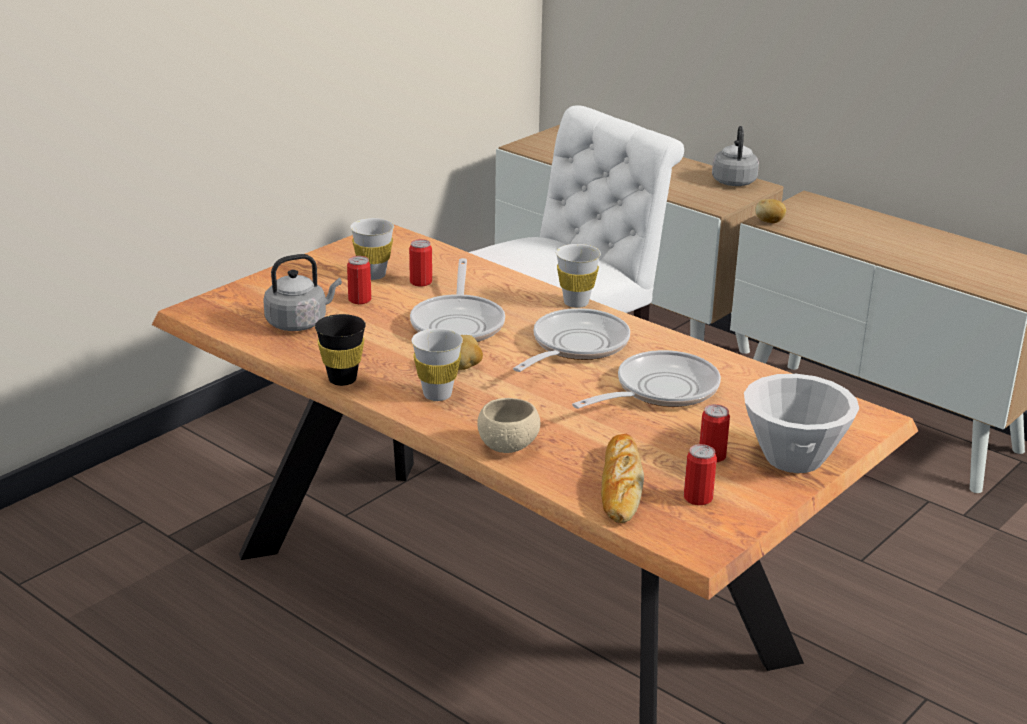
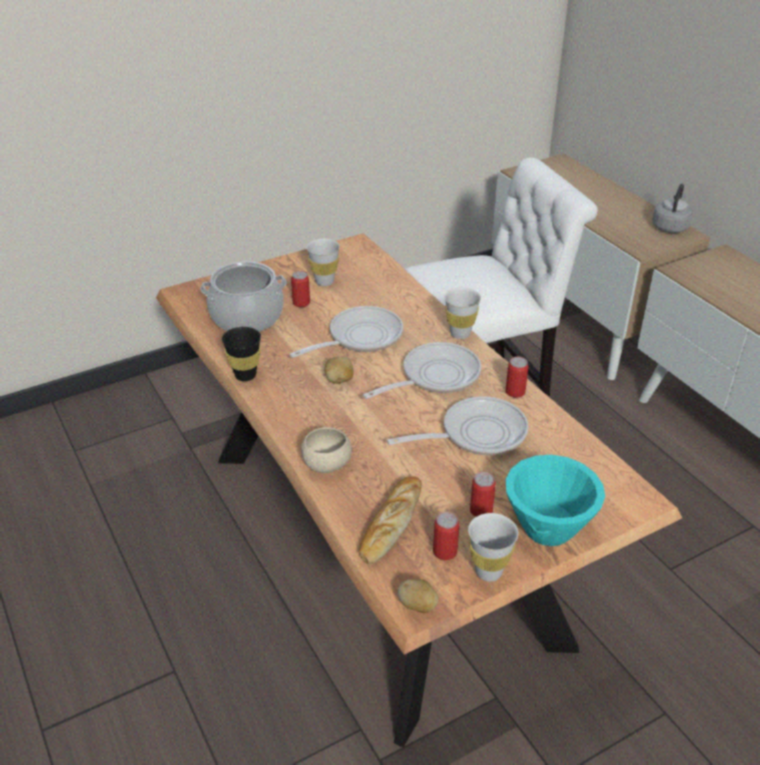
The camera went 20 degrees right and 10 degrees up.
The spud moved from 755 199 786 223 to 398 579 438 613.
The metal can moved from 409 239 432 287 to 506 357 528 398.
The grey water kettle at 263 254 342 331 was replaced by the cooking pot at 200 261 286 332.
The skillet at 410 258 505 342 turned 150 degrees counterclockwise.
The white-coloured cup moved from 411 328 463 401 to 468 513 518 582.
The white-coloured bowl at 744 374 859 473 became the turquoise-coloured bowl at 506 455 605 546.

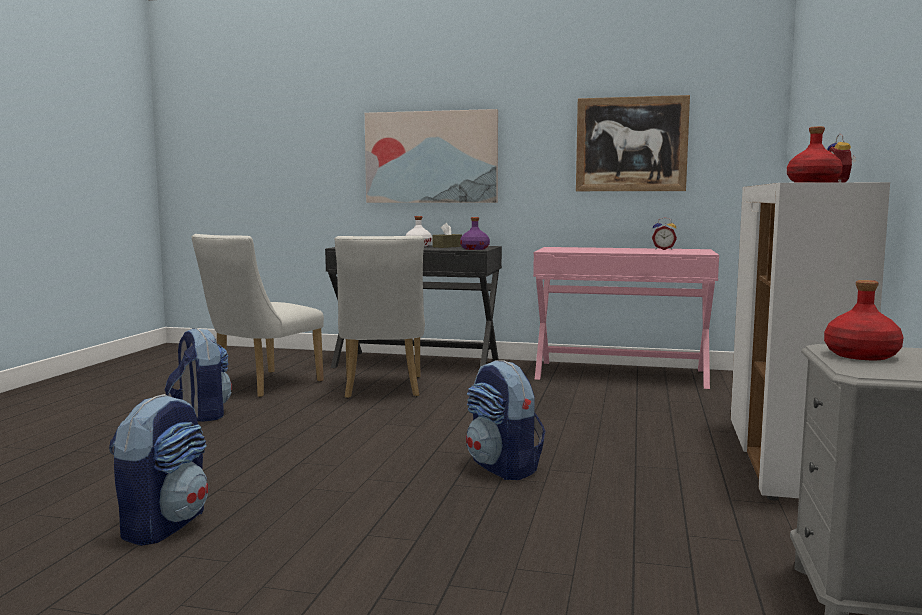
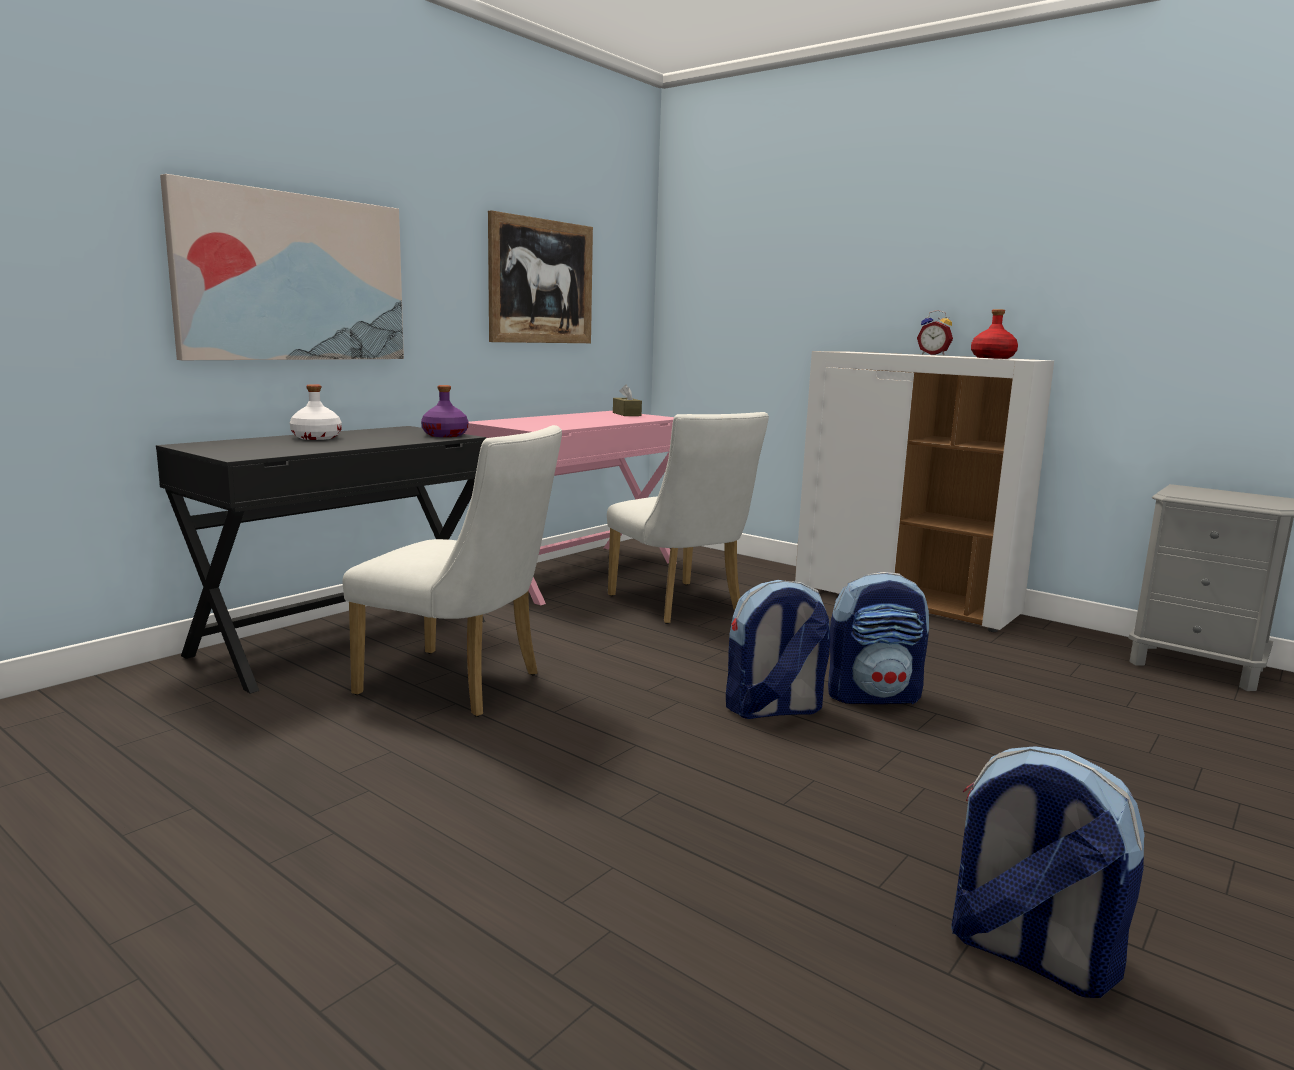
The camera went 65 degrees left and 5 degrees up.
The bedside clock at 652 217 677 250 disappeared.
The brown-coloured box of tissues moved from 432 223 462 248 to 613 384 642 416.
The white-coloured upright chair moved from 192 234 324 398 to 607 412 769 624.
The red bottle at 824 280 903 360 disappeared.
The knapsack moved from 165 328 232 422 to 726 580 830 719.

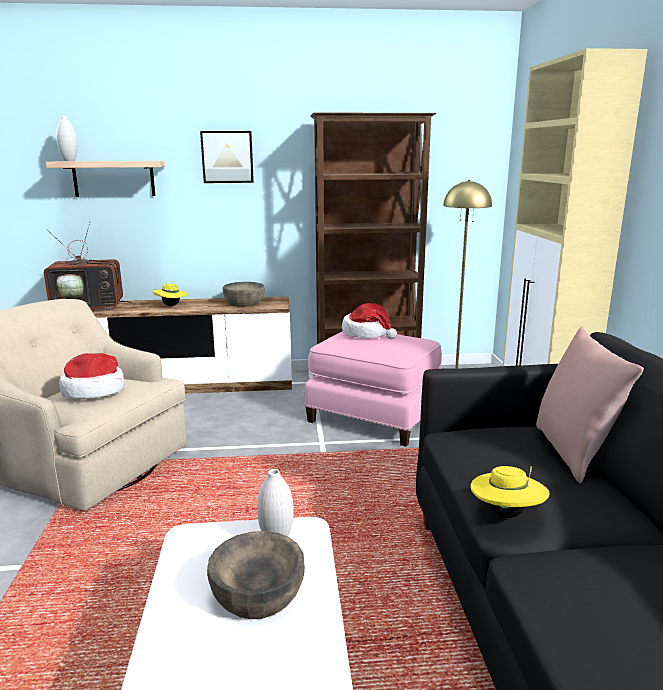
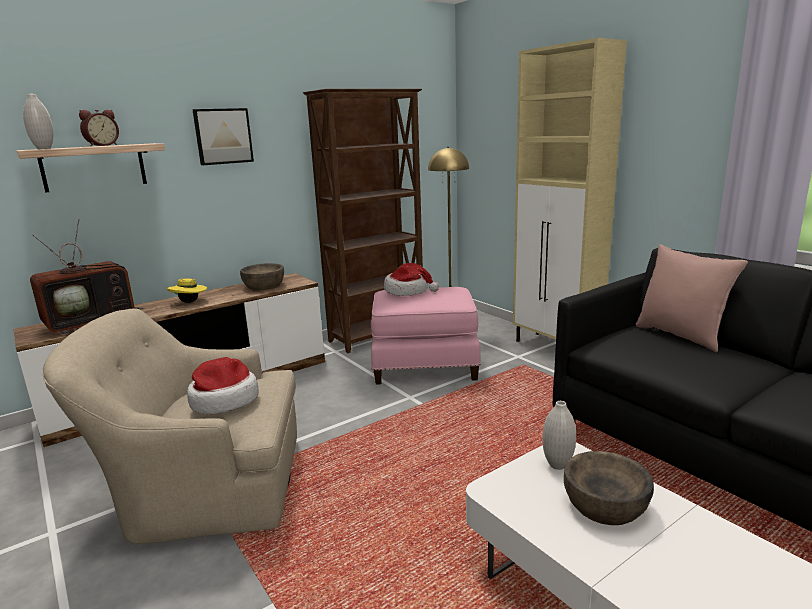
The camera went 30 degrees left and 0 degrees up.
The yellowish hat at 471 466 549 518 disappeared.
The bedside clock at 79 110 119 146 appeared.

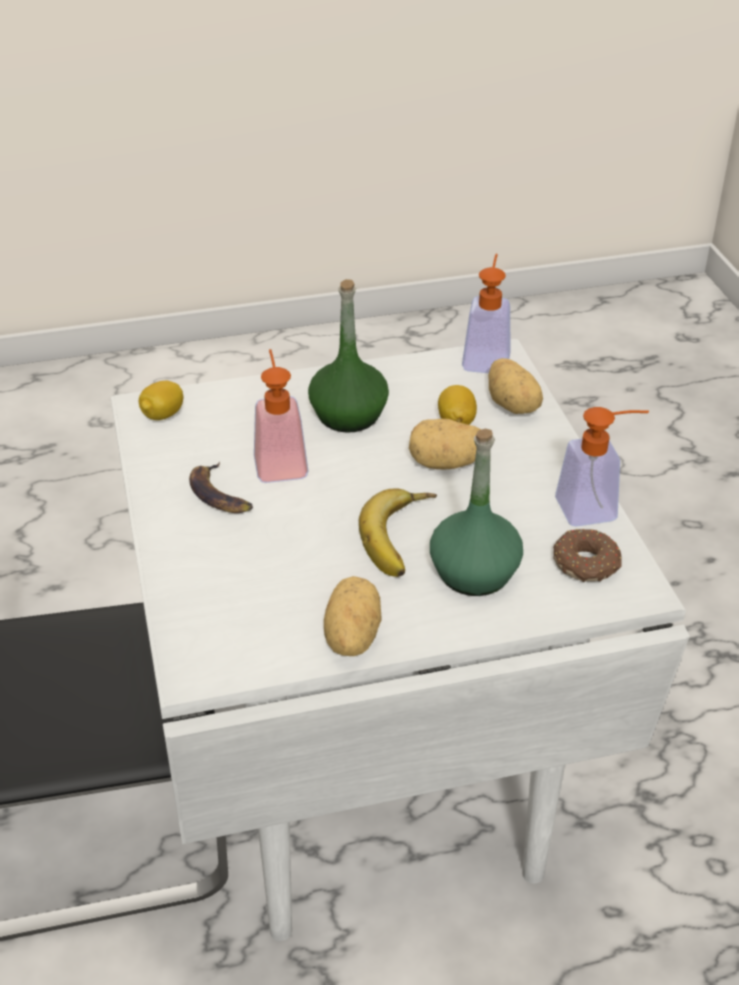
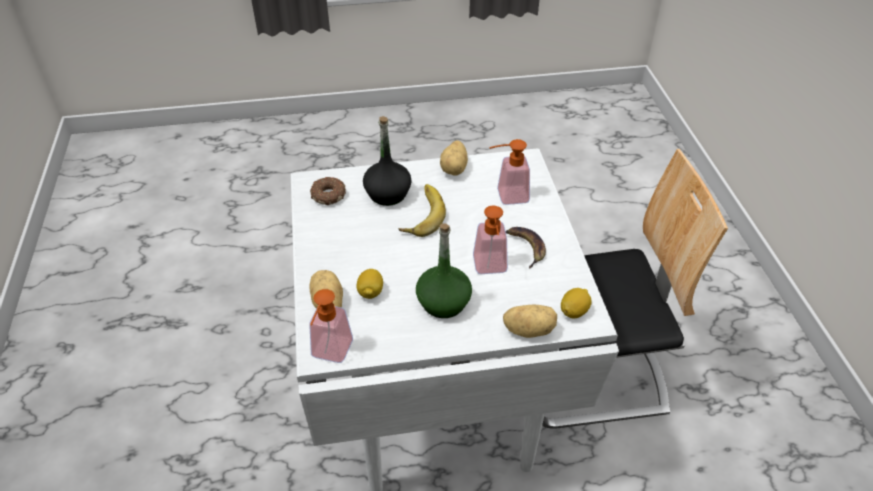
The camera went 175 degrees left and 5 degrees up.
The liquid soap bottle moved from 555 407 649 526 to 489 139 530 205.
The spud moved from 409 419 481 469 to 503 305 557 338.
The green-coloured bottle at 430 429 523 596 became the black-coloured bottle at 363 116 412 206.

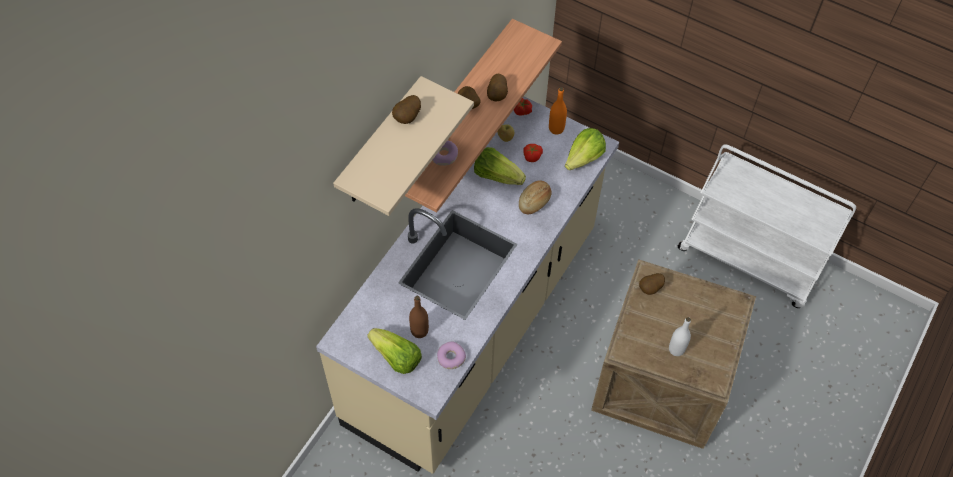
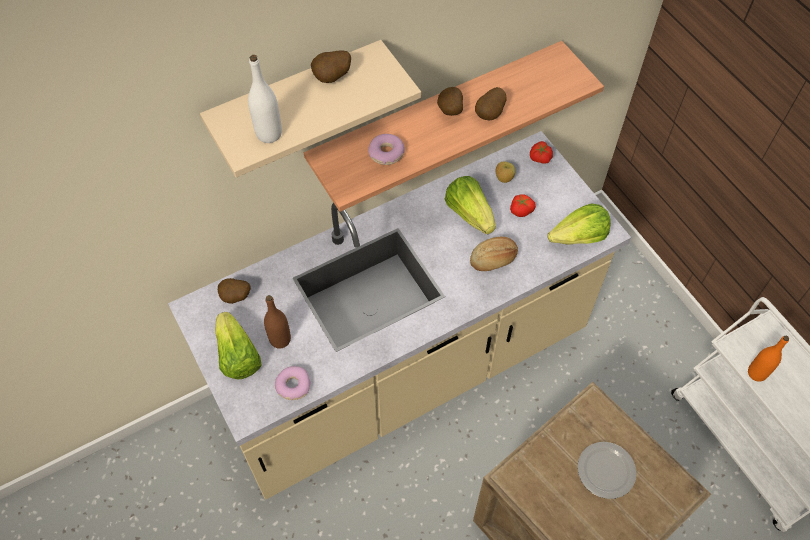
The camera went 30 degrees right and 0 degrees up.
The orange-coloured bottle moved from 549 87 567 134 to 748 336 789 382.
The spud moved from 639 273 665 295 to 218 278 251 304.
The white-coloured bottle moved from 669 317 691 356 to 248 55 282 143.
The dinner plate at 577 442 637 499 appeared.

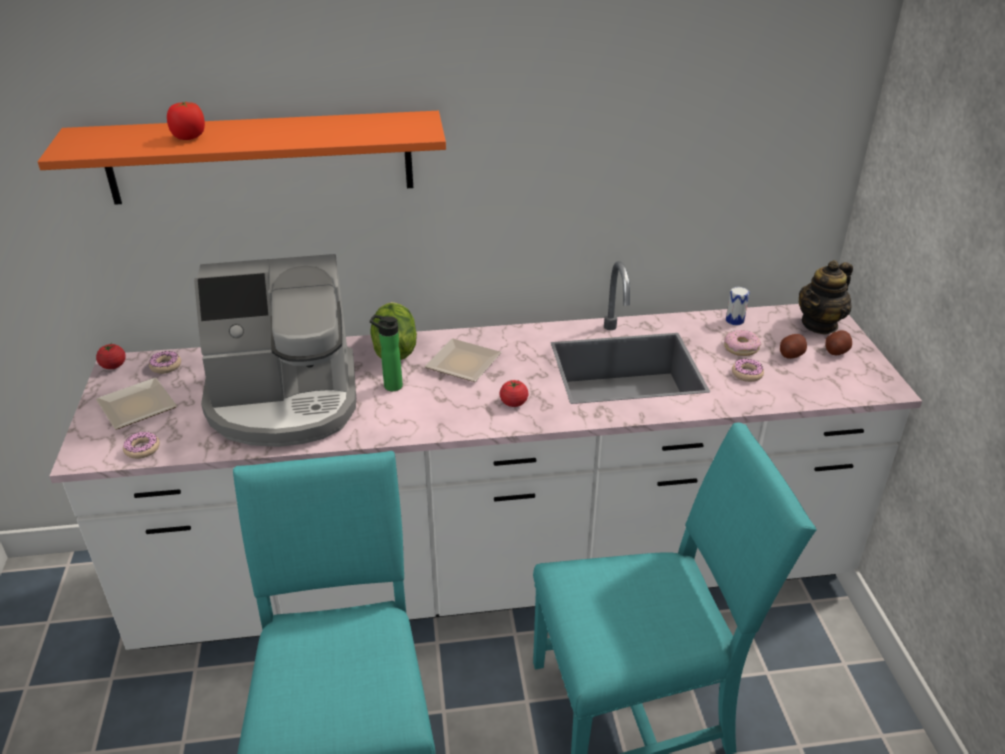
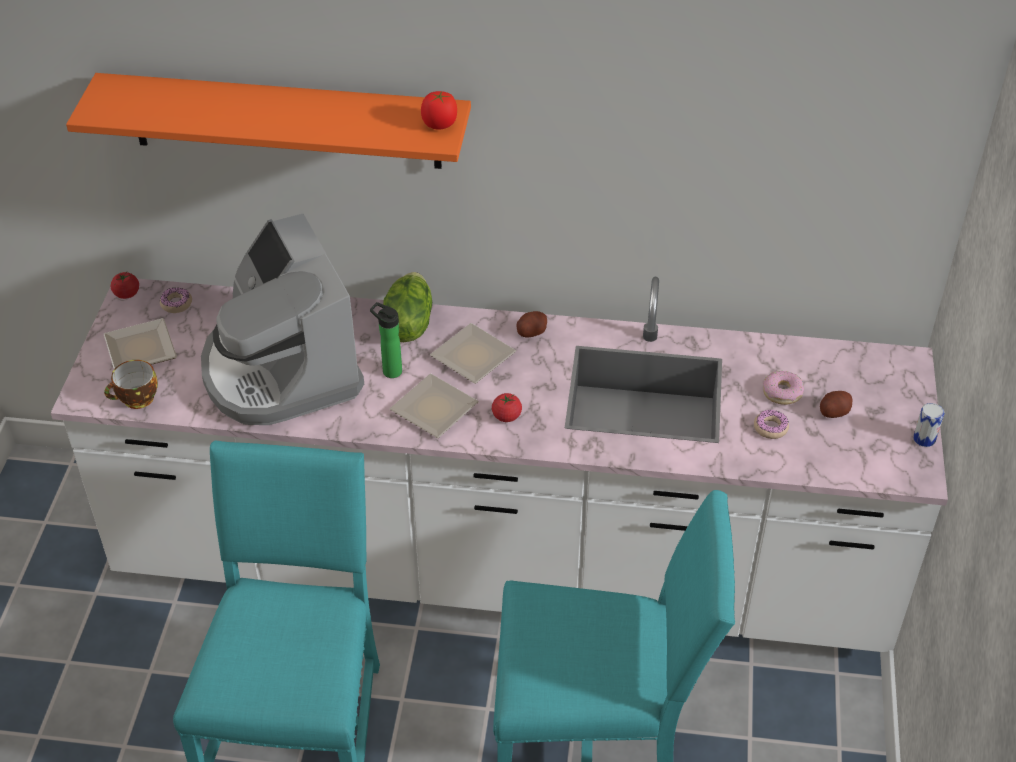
The camera went 15 degrees right and 10 degrees up.
The tomato moved from 167 102 205 140 to 421 91 457 130.
The coffee maker at 194 254 356 447 turned 60 degrees clockwise.
The teapot at 799 260 853 335 disappeared.
The metal can moved from 726 287 749 325 to 913 403 944 447.
The spud moved from 825 331 852 355 to 516 311 547 337.
The doughnut at 123 432 160 459 was replaced by the cup at 104 360 158 409.
The dinner plate at 389 374 479 438 appeared.

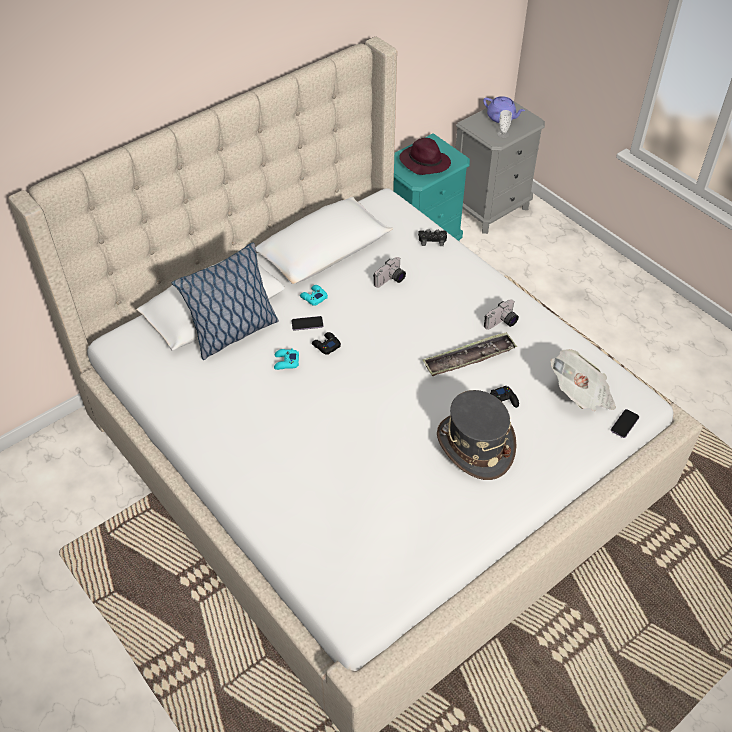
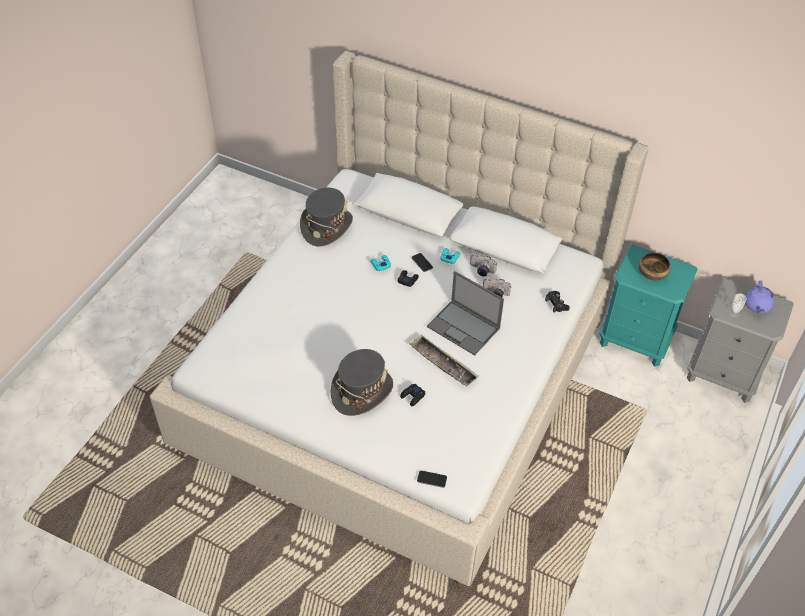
The camera went 65 degrees right and 0 degrees up.
The purple-coloured hat at 399 138 451 175 was replaced by the bowl at 639 252 671 280.
The throw pillow at 172 242 279 360 disappeared.
The photo camera moved from 484 299 519 330 to 470 253 497 276.
The daily paper at 551 349 616 411 disappeared.
The grey hat at 300 187 353 247 appeared.
The notebook computer at 427 271 504 356 appeared.

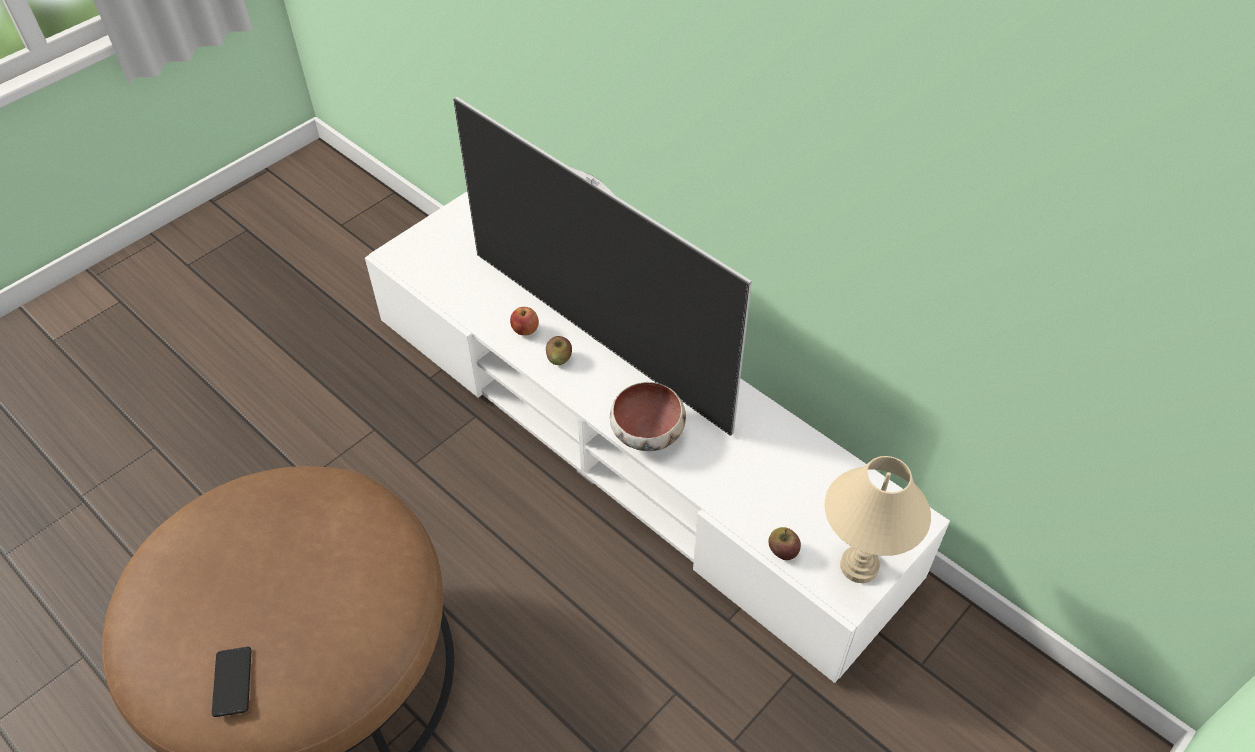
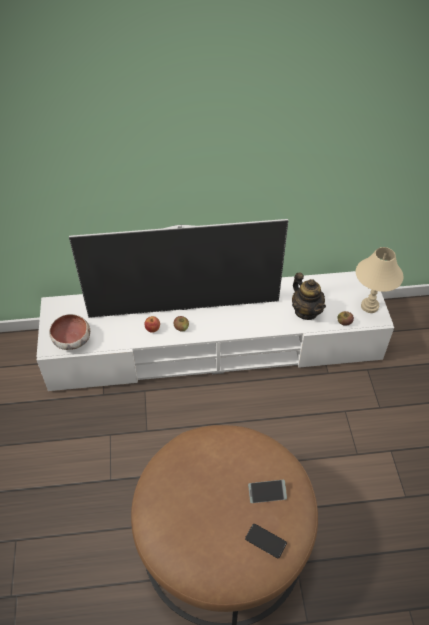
The camera went 50 degrees left and 0 degrees up.
The bowl moved from 610 382 686 451 to 49 314 90 350.
The teapot at 292 272 326 320 appeared.
The handset at 248 480 287 503 appeared.

